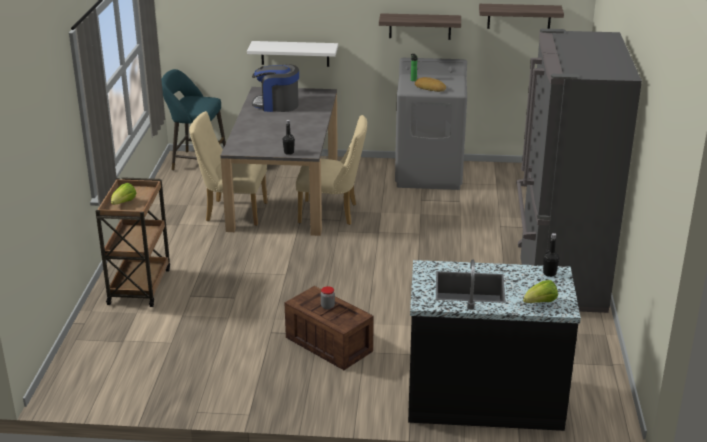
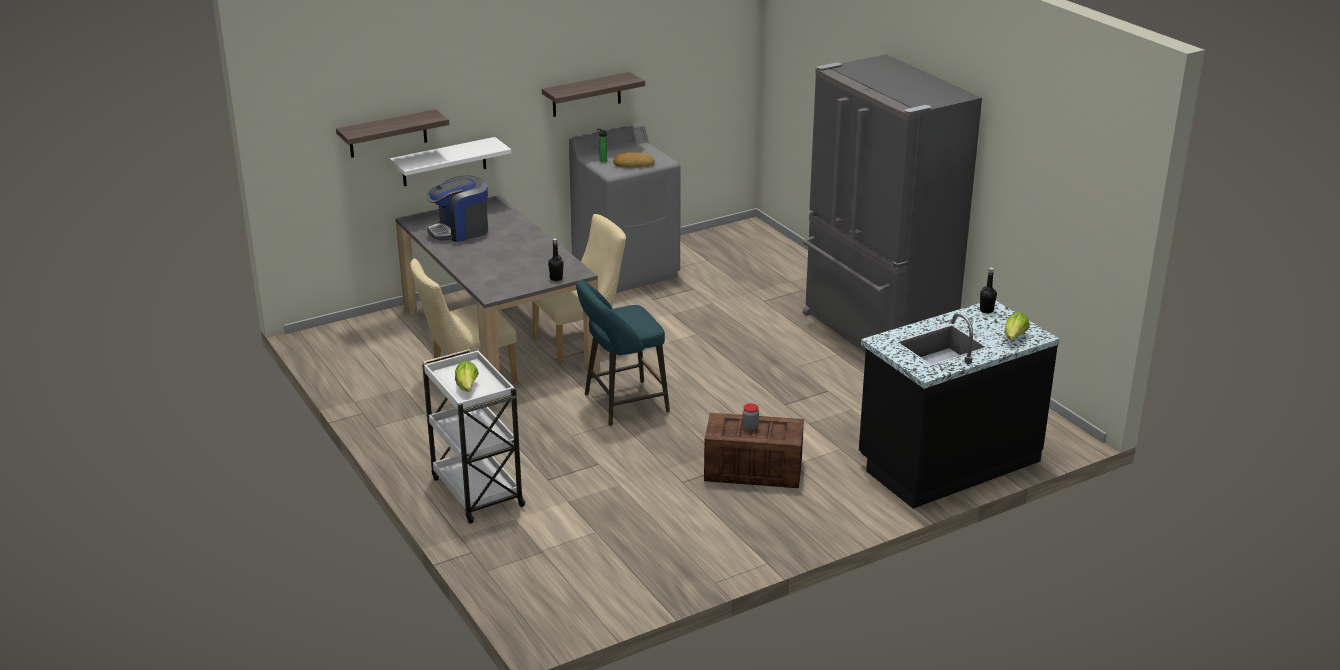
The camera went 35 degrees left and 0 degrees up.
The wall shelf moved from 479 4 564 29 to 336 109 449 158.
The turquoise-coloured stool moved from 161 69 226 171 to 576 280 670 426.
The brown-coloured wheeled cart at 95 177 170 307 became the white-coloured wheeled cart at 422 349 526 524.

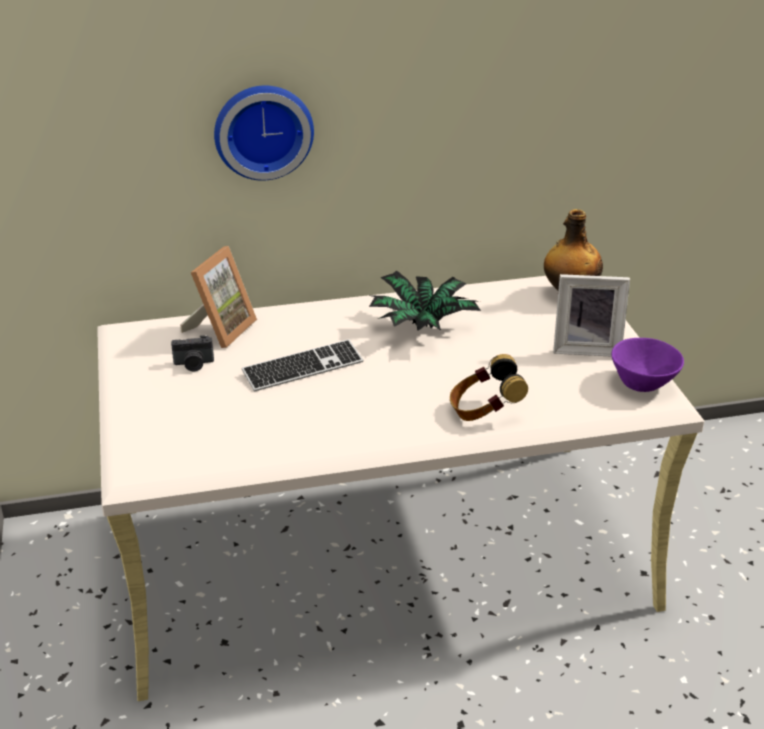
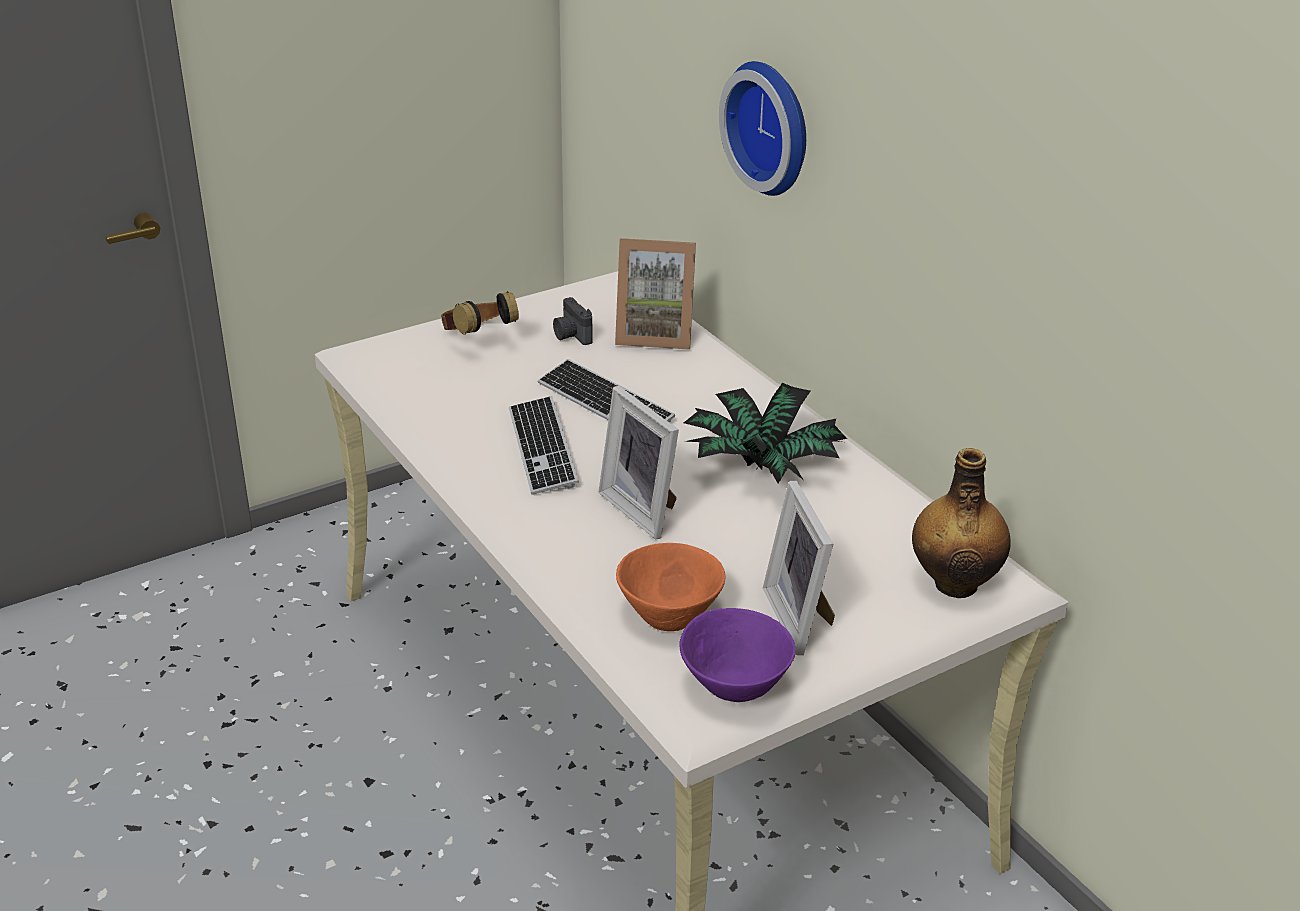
The camera went 70 degrees right and 0 degrees up.
The headset moved from 450 354 528 421 to 441 291 519 335.
The standing frame at 599 386 679 539 appeared.
The PC keyboard at 509 396 579 495 appeared.
The orange-coloured bowl at 616 543 725 631 appeared.

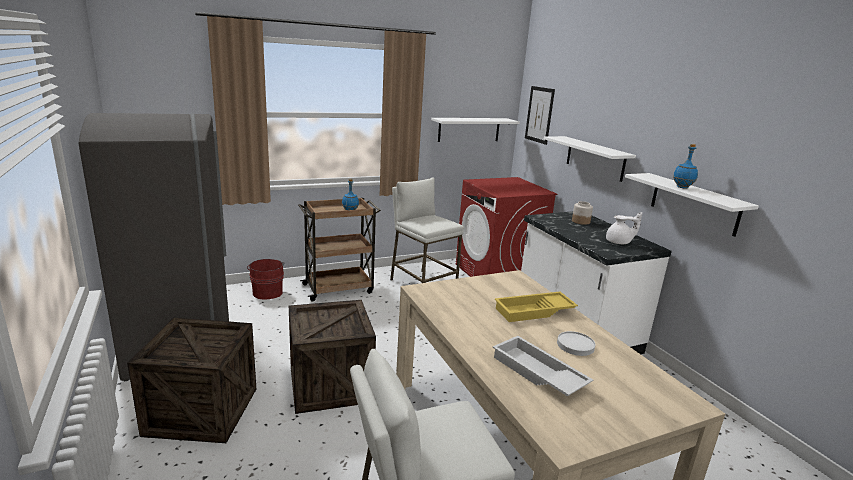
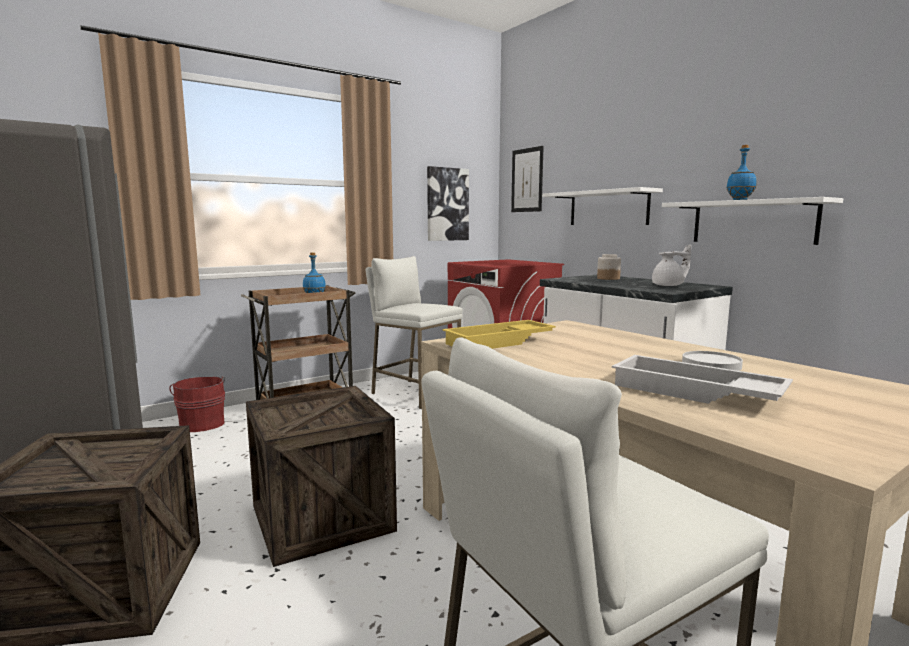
The camera went 10 degrees left and 10 degrees down.
The white-coloured wall shelf at 431 118 520 142 was replaced by the wall art at 427 166 469 241.
The yellowish serving tray moved from 495 292 578 322 to 443 320 556 349.

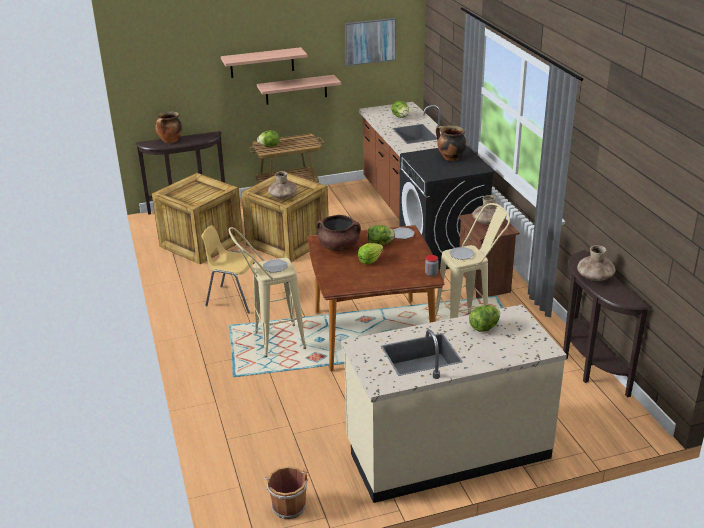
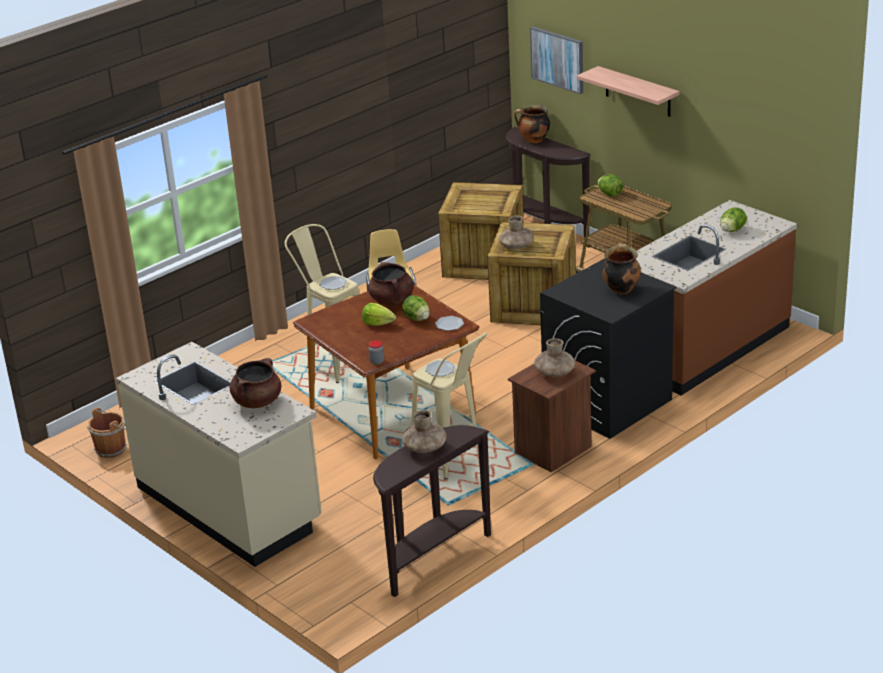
The camera went 65 degrees right and 0 degrees up.
The wall art moved from 345 18 396 66 to 530 27 583 94.
The wall shelf at 257 75 341 105 disappeared.
The head of lettuce at 469 305 500 332 was replaced by the brown-coloured cooking pot at 229 358 281 408.

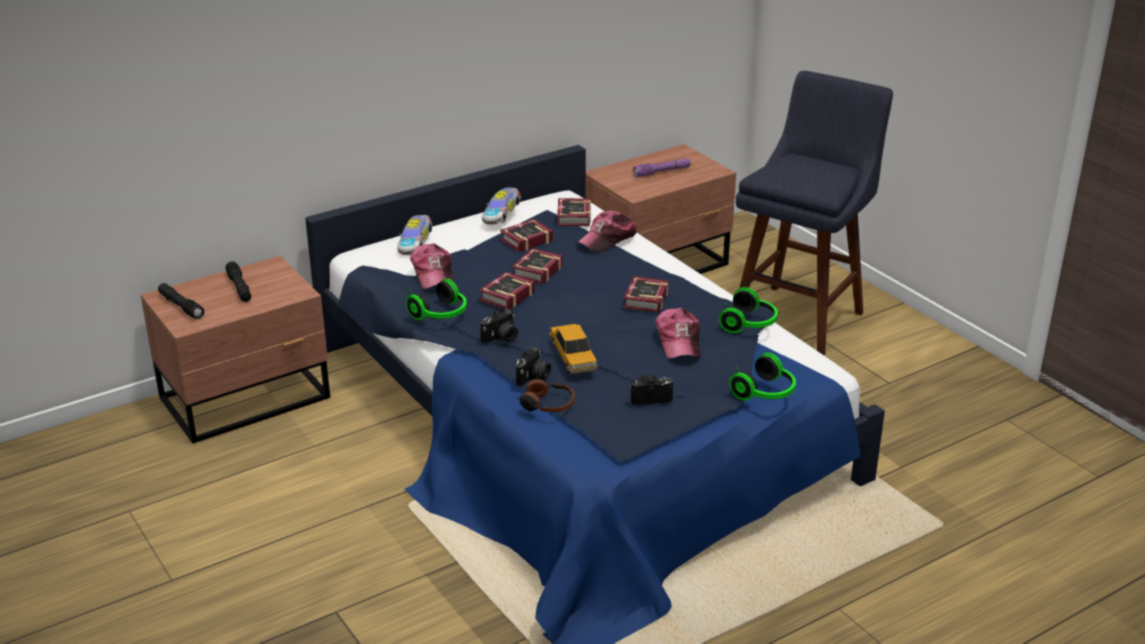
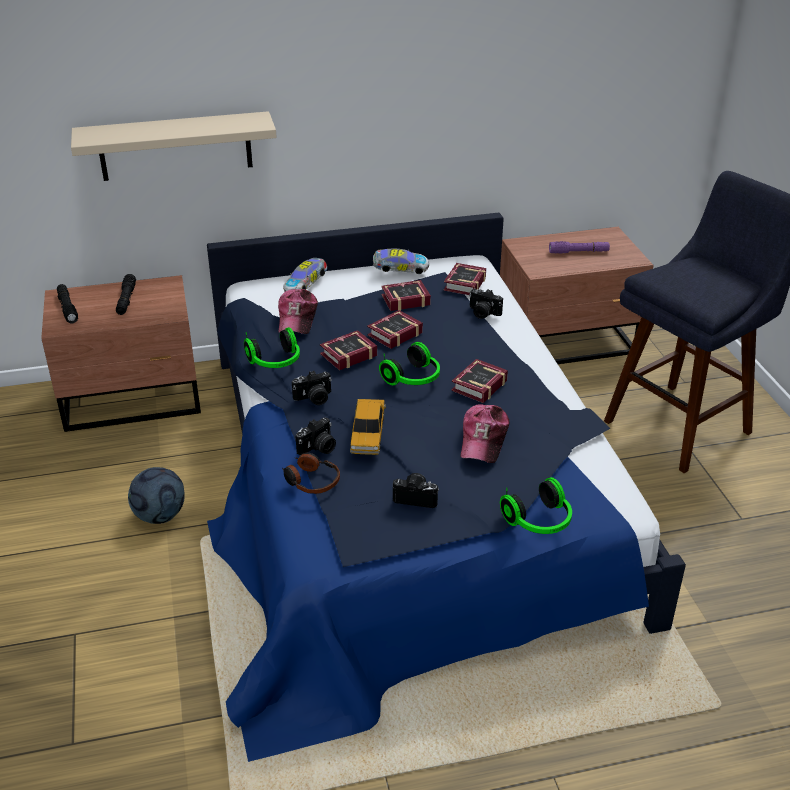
The camera went 20 degrees right and 5 degrees up.
The miniature car at 482 188 521 225 turned 135 degrees counterclockwise.
The cap at 577 211 637 253 was replaced by the photo camera at 469 289 503 319.
The headset moved from 719 287 778 333 to 379 342 440 385.
The sand-coloured wall shelf at 71 111 277 181 appeared.
The ball for football at 128 467 184 524 appeared.

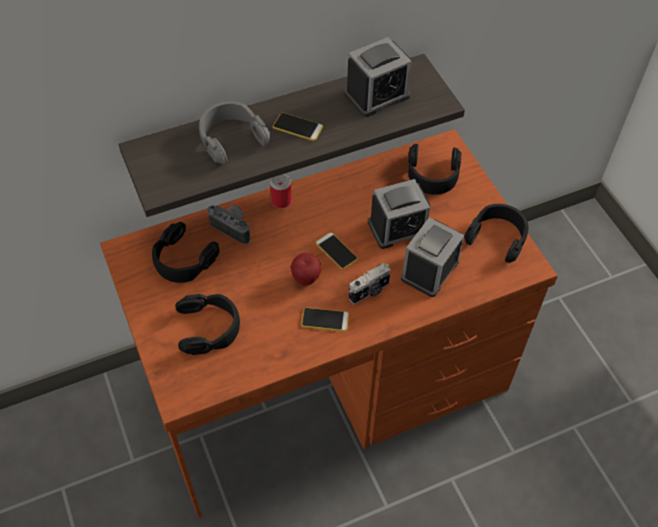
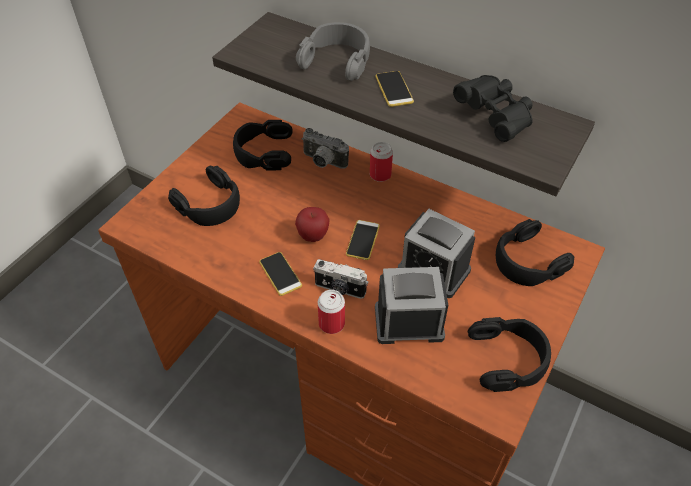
The camera went 55 degrees right and 5 degrees down.
The bedside clock at 344 37 412 117 was replaced by the black-coloured pair of binoculars at 453 75 533 142.
The photo camera at 207 205 251 245 turned 120 degrees clockwise.
The metal can at 318 290 345 334 appeared.

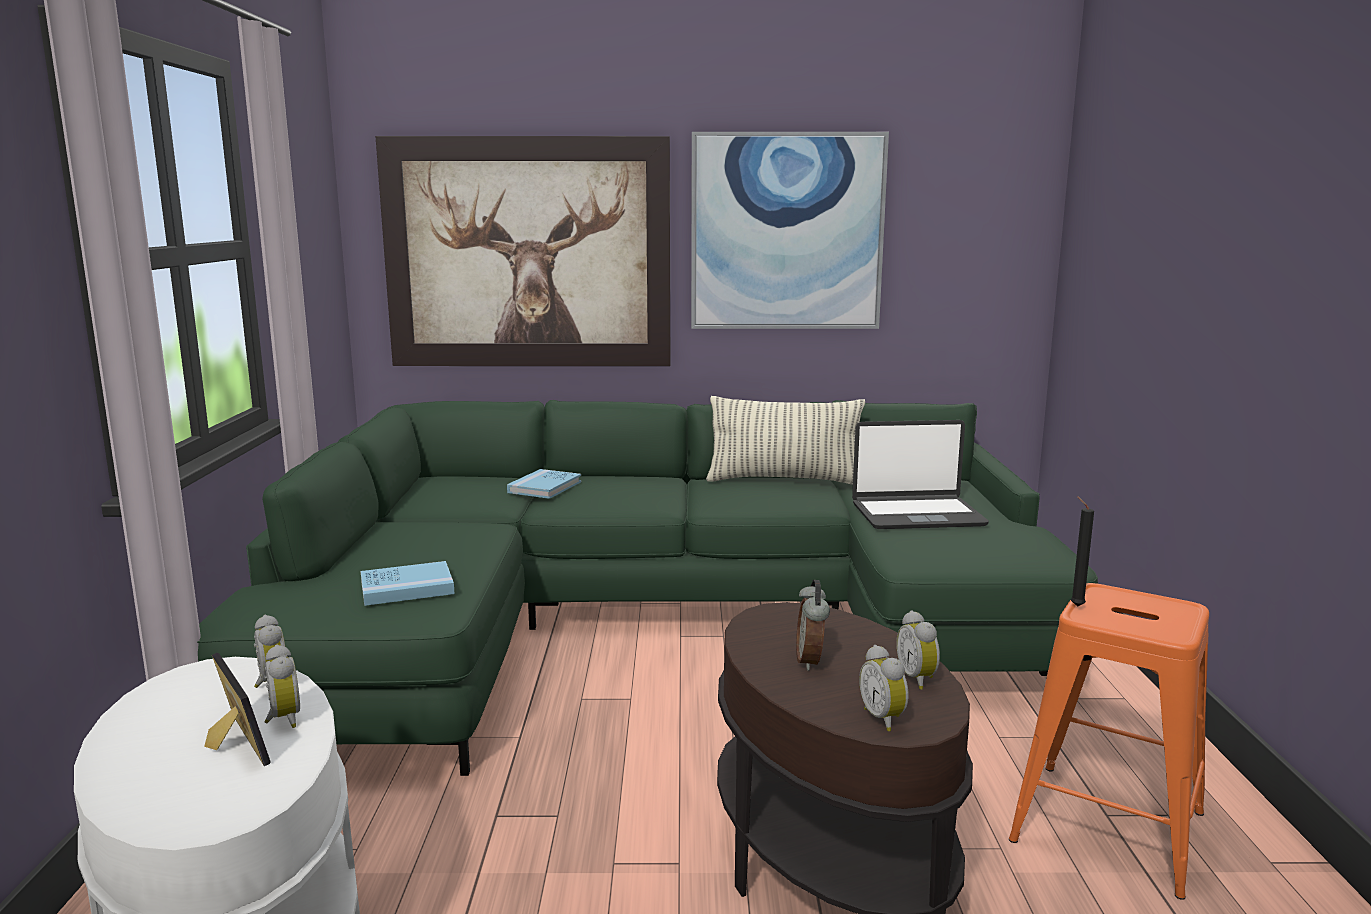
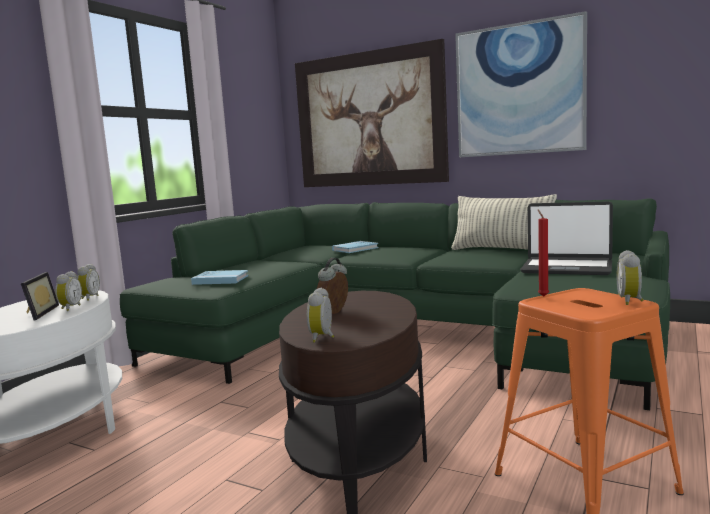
The camera went 30 degrees right and 5 degrees down.
The black-coloured candle at 1071 496 1094 607 became the red candle at 538 210 549 297.
The bedside clock moved from 896 610 940 690 to 617 250 643 305.

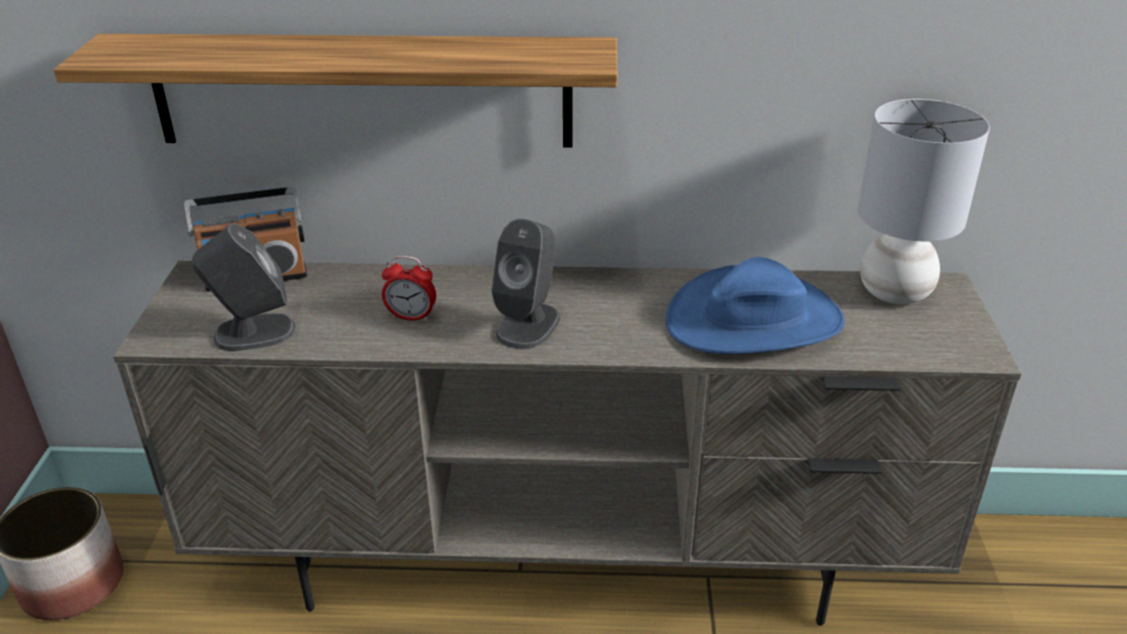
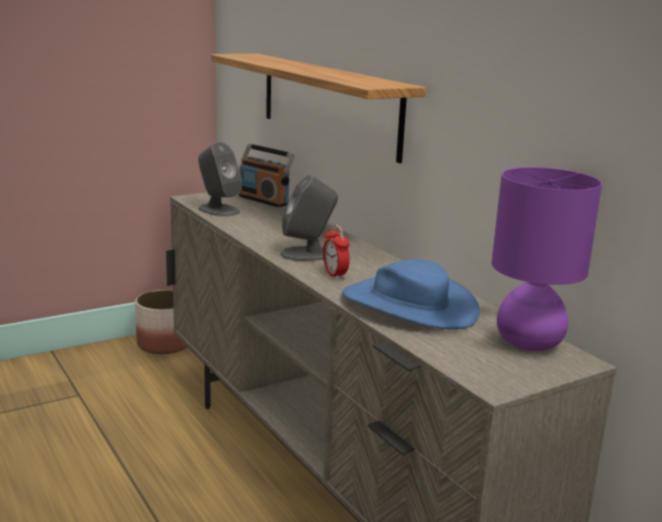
The camera went 55 degrees right and 15 degrees down.
The grey tabletop lamp at 858 99 990 304 became the purple-coloured tabletop lamp at 492 167 602 351.
The bedside clock moved from 382 256 436 322 to 323 224 350 280.

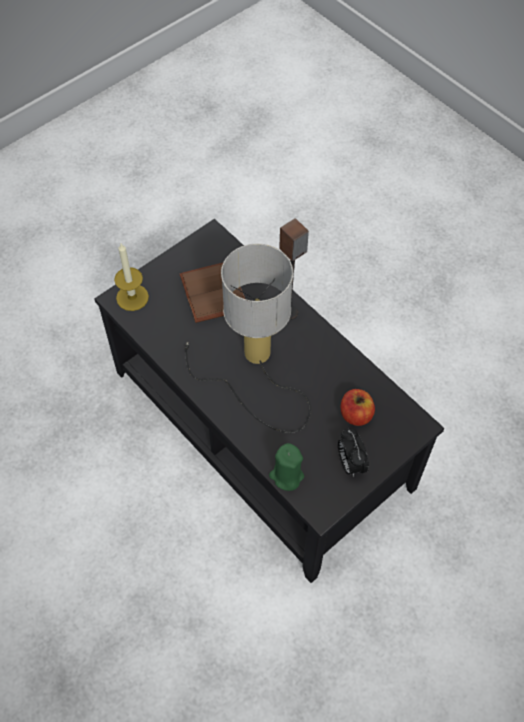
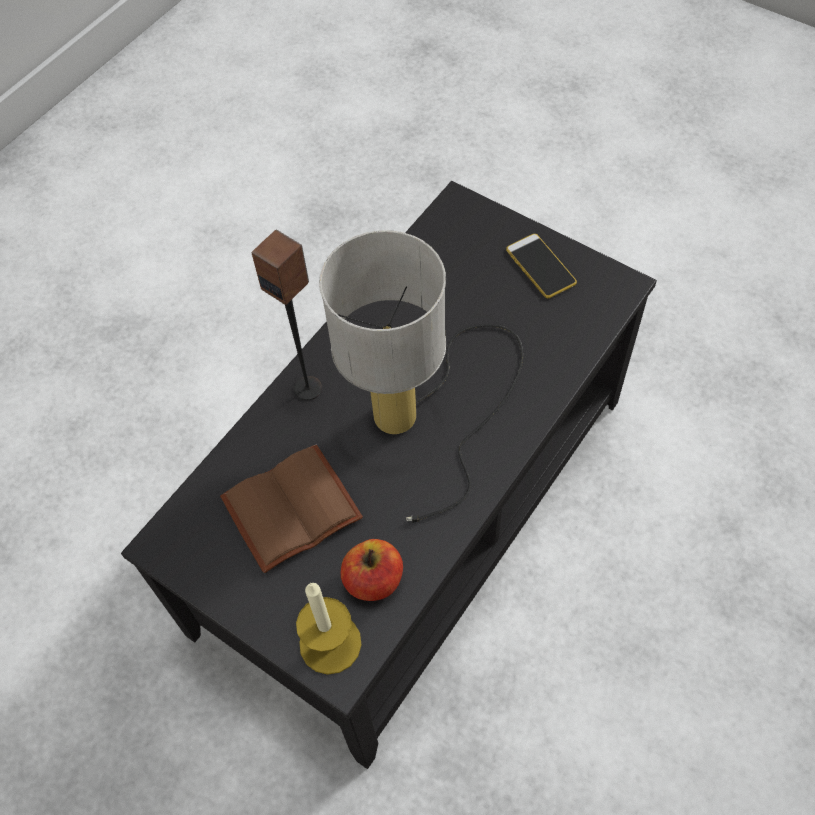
The camera went 100 degrees left and 0 degrees up.
The apple fruit moved from 341 389 375 426 to 341 539 403 601.
The bedside clock at 338 428 369 477 was replaced by the handset at 506 234 577 298.
The green-coloured candle at 269 443 304 491 disappeared.

